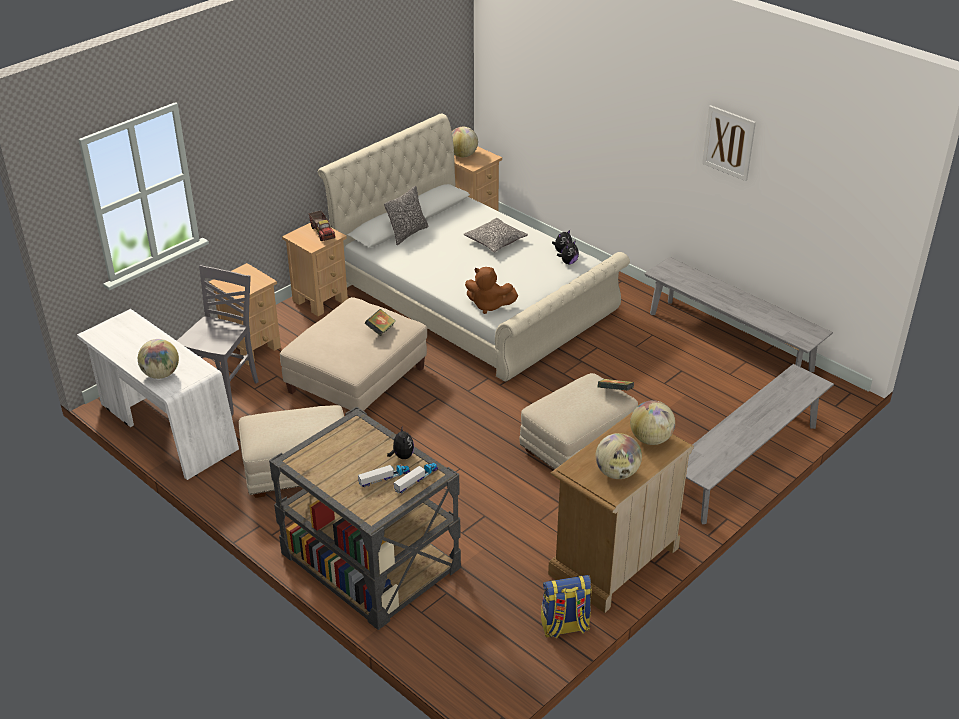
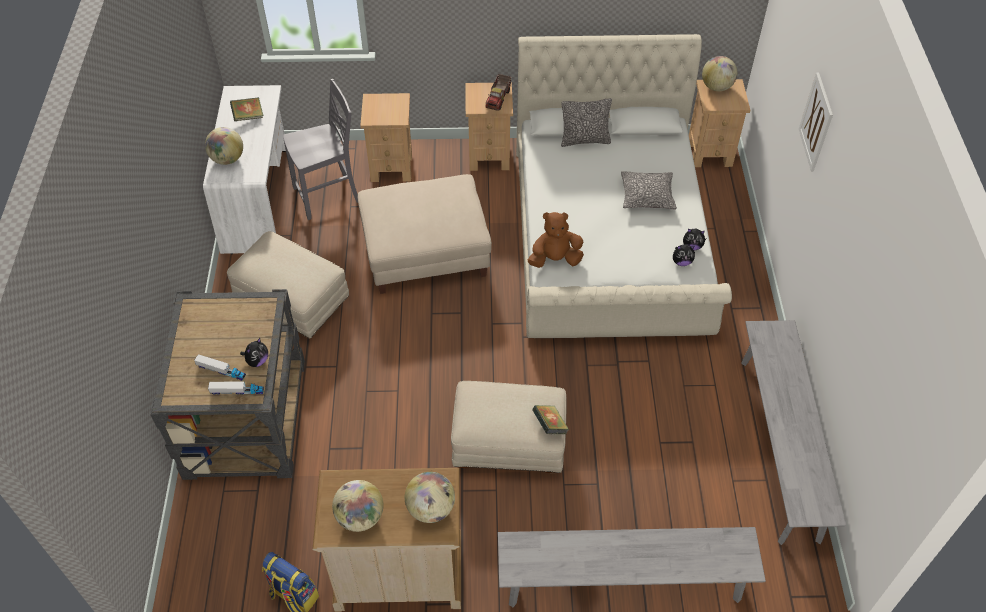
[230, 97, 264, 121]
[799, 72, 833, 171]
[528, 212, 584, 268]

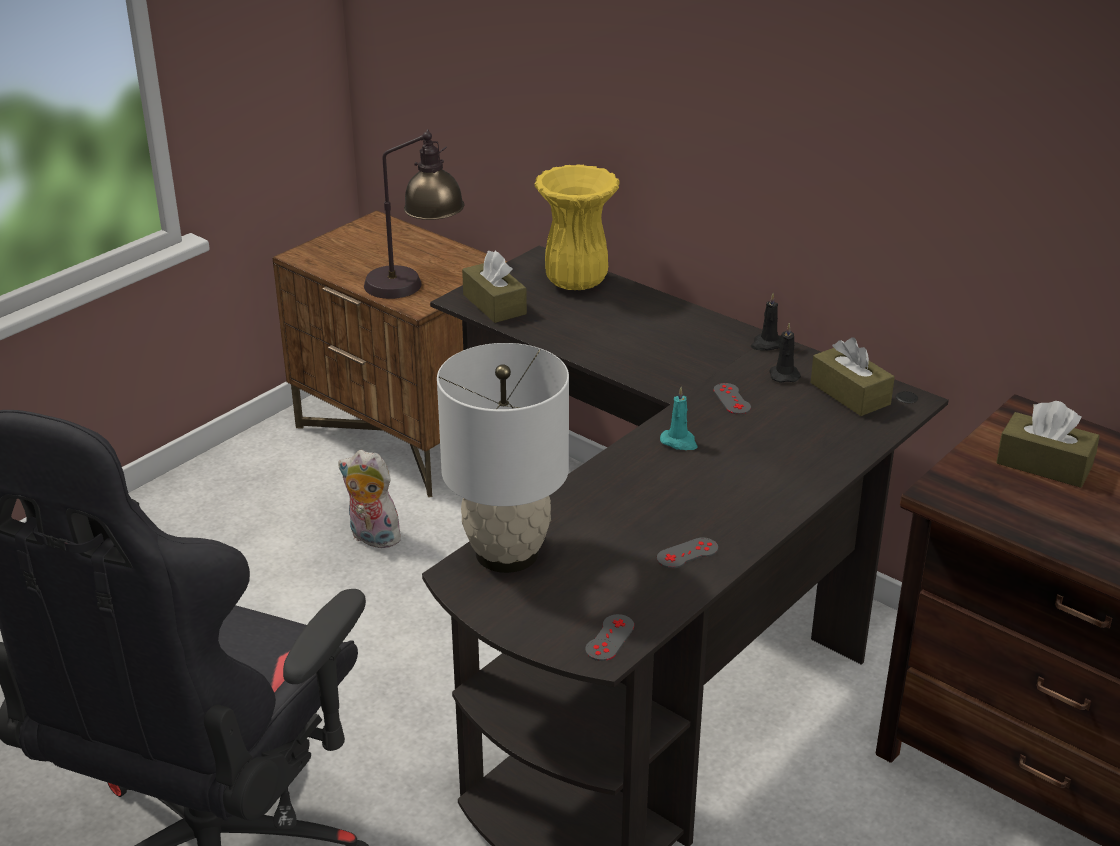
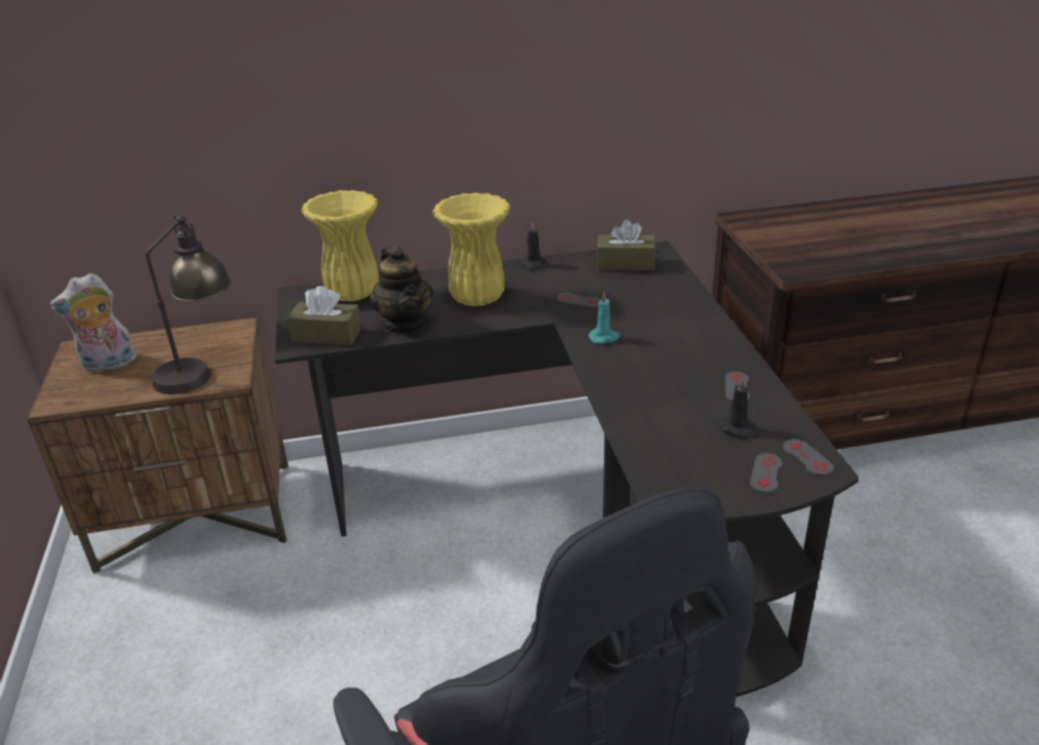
[437, 343, 569, 573] (first image)
[996, 401, 1100, 488] (first image)
[370, 246, 433, 333]
[433, 193, 510, 306]
[750, 453, 783, 493]
[49, 273, 137, 374]
[717, 377, 755, 437]

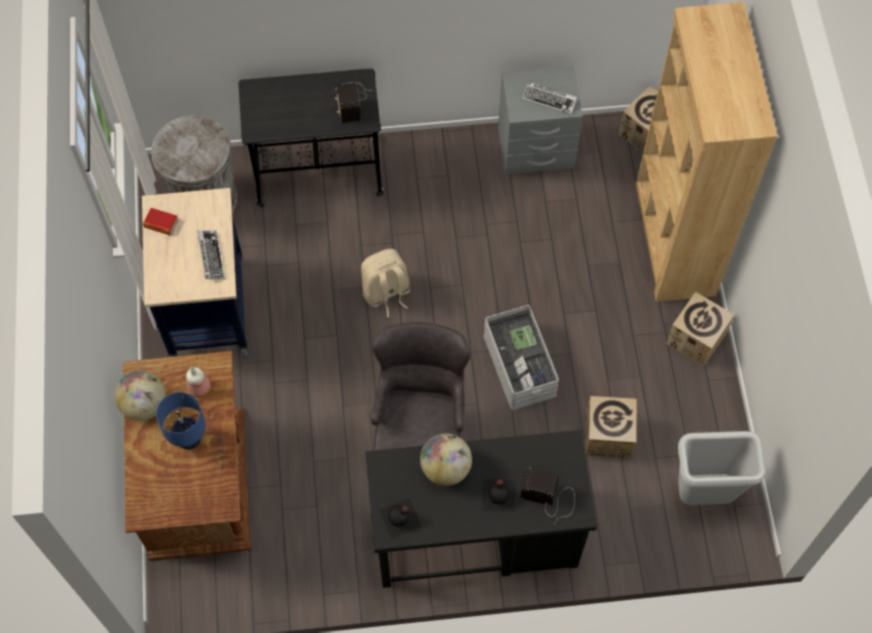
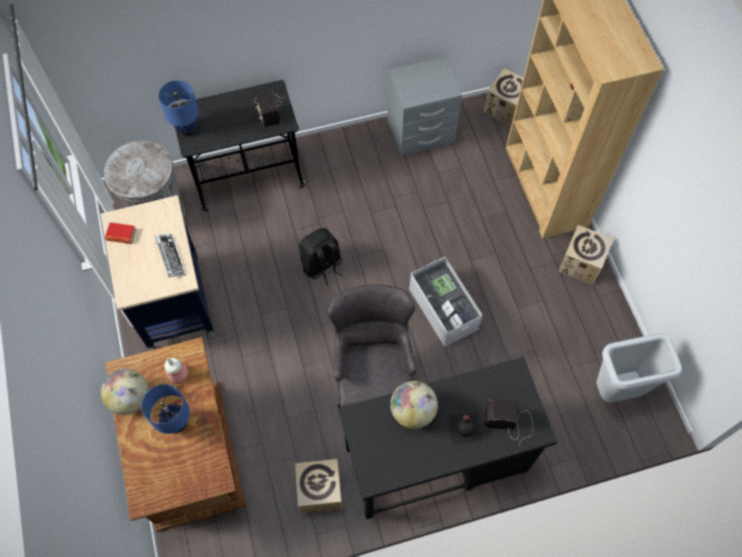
[379, 498, 422, 540] (first image)
[522, 82, 577, 115] (first image)
[158, 80, 199, 136]
[295, 459, 342, 514]
[299, 228, 343, 286]

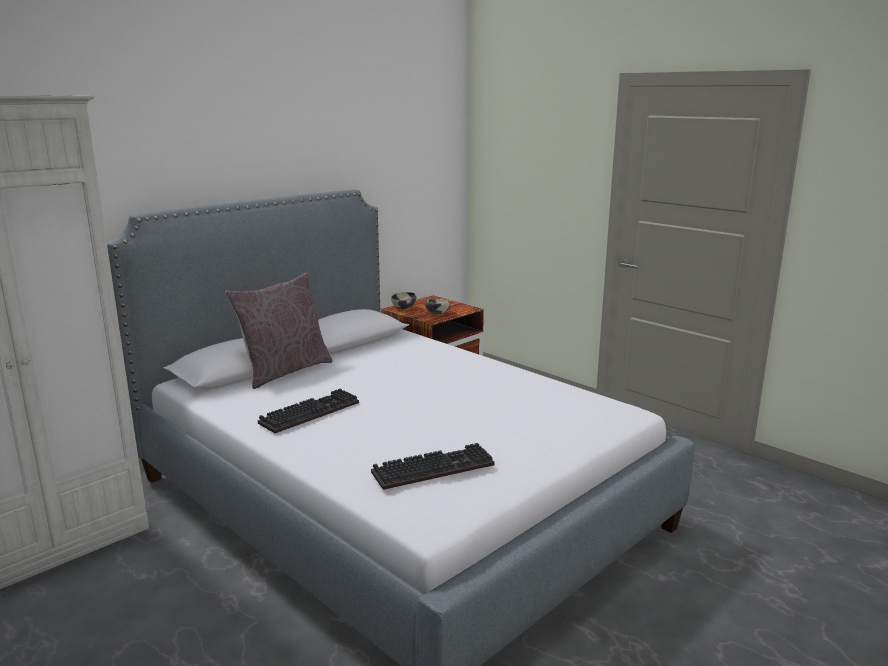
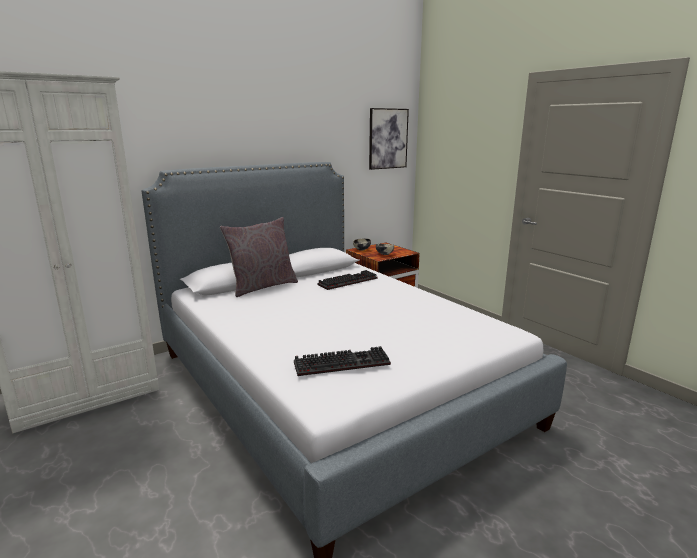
[369, 108, 409, 170]
[318, 270, 378, 290]

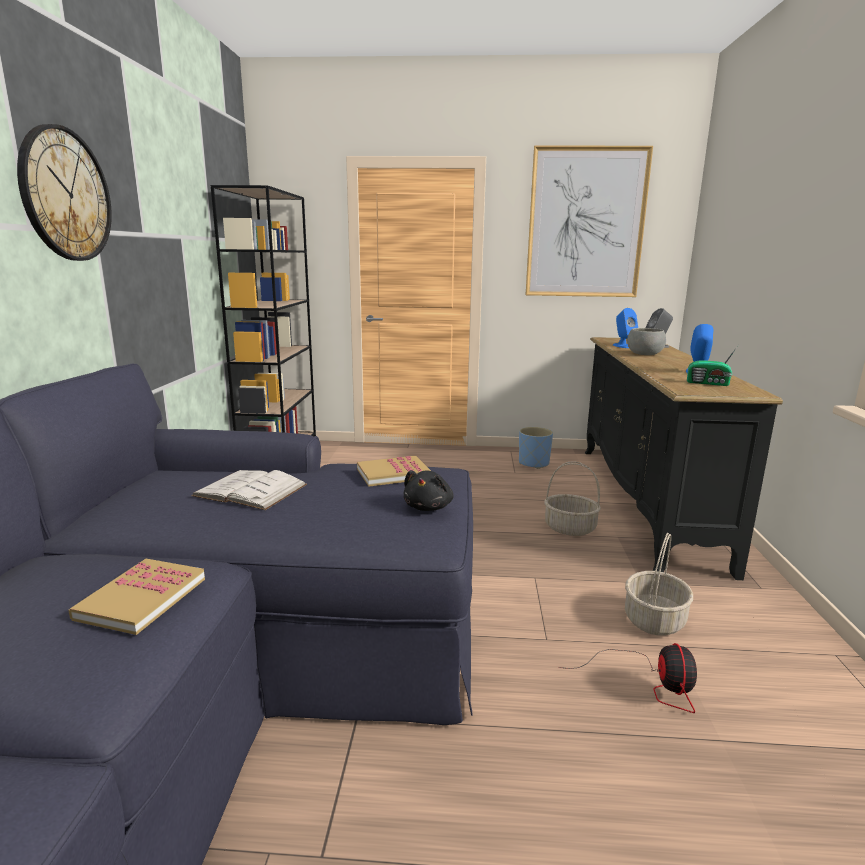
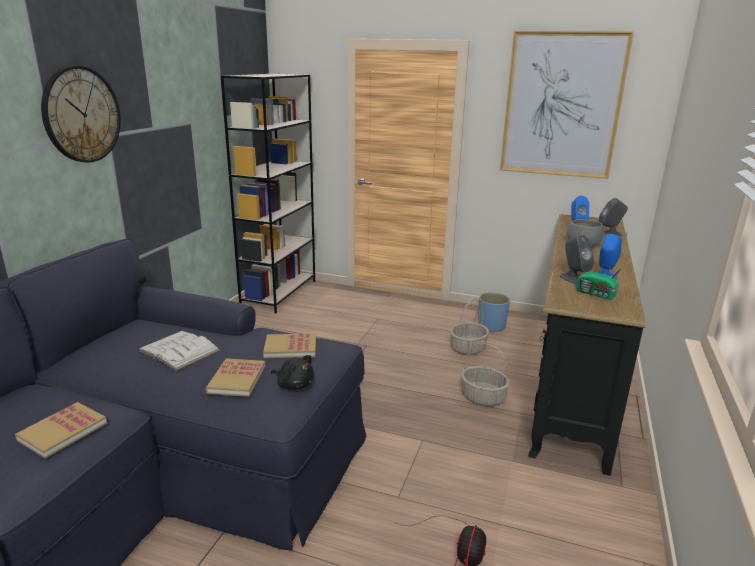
[206, 358, 265, 397]
[560, 235, 594, 284]
[450, 299, 489, 355]
[271, 355, 314, 390]

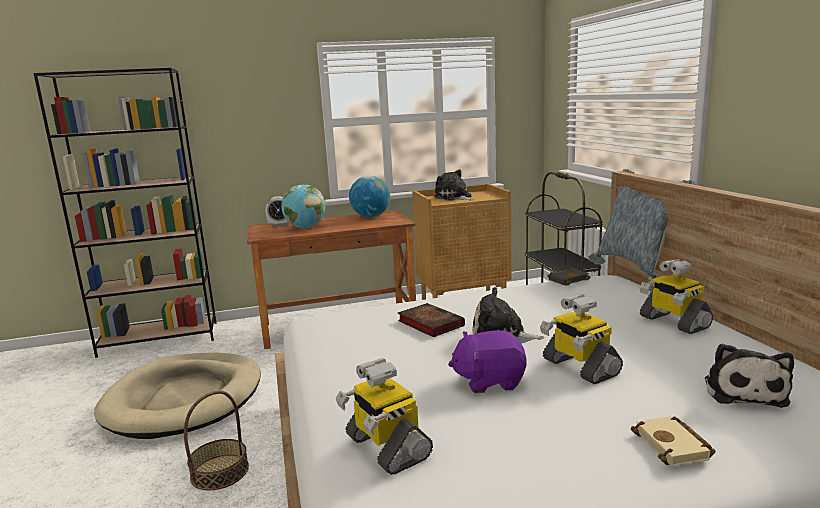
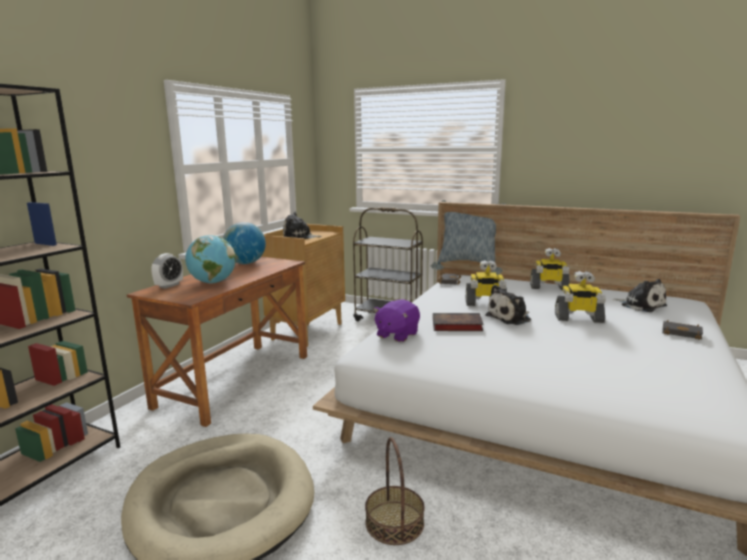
[466, 260, 507, 306]
[373, 299, 420, 342]
[662, 320, 703, 340]

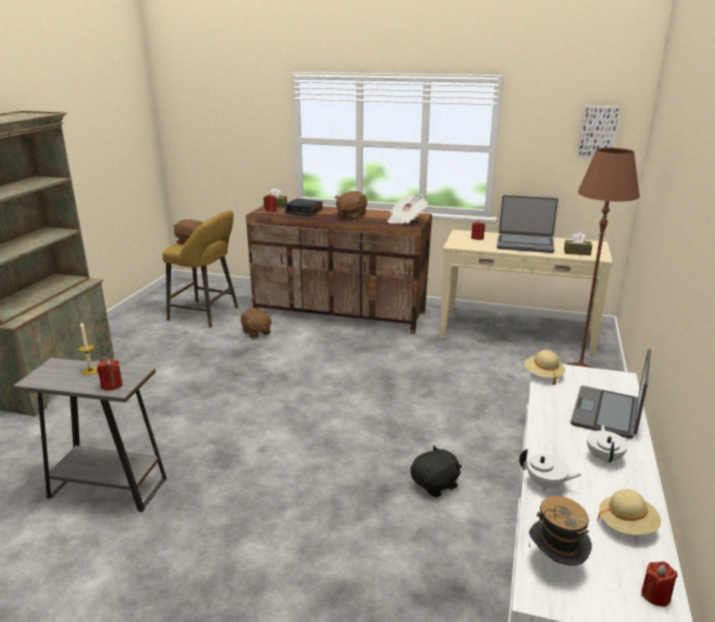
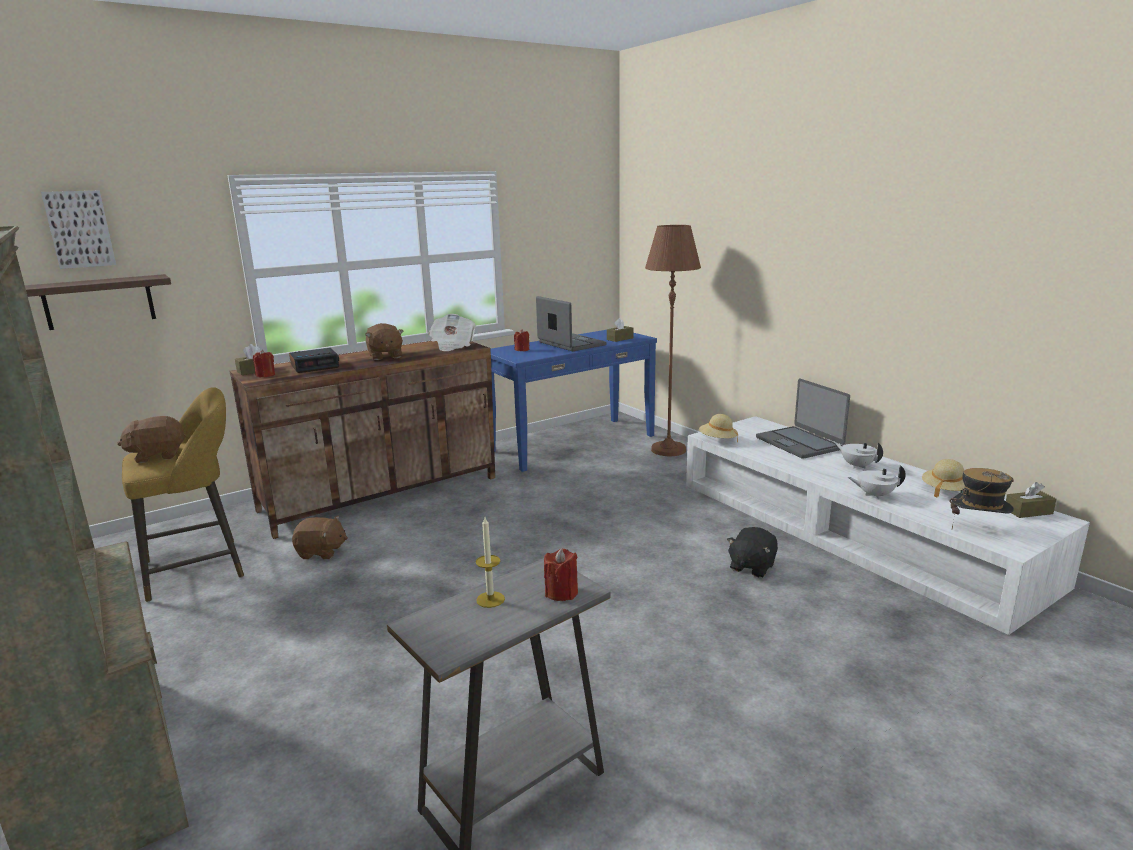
[25, 274, 171, 330]
[41, 191, 116, 269]
[1006, 482, 1056, 518]
[490, 330, 657, 472]
[727, 527, 778, 578]
[536, 296, 607, 351]
[848, 465, 906, 499]

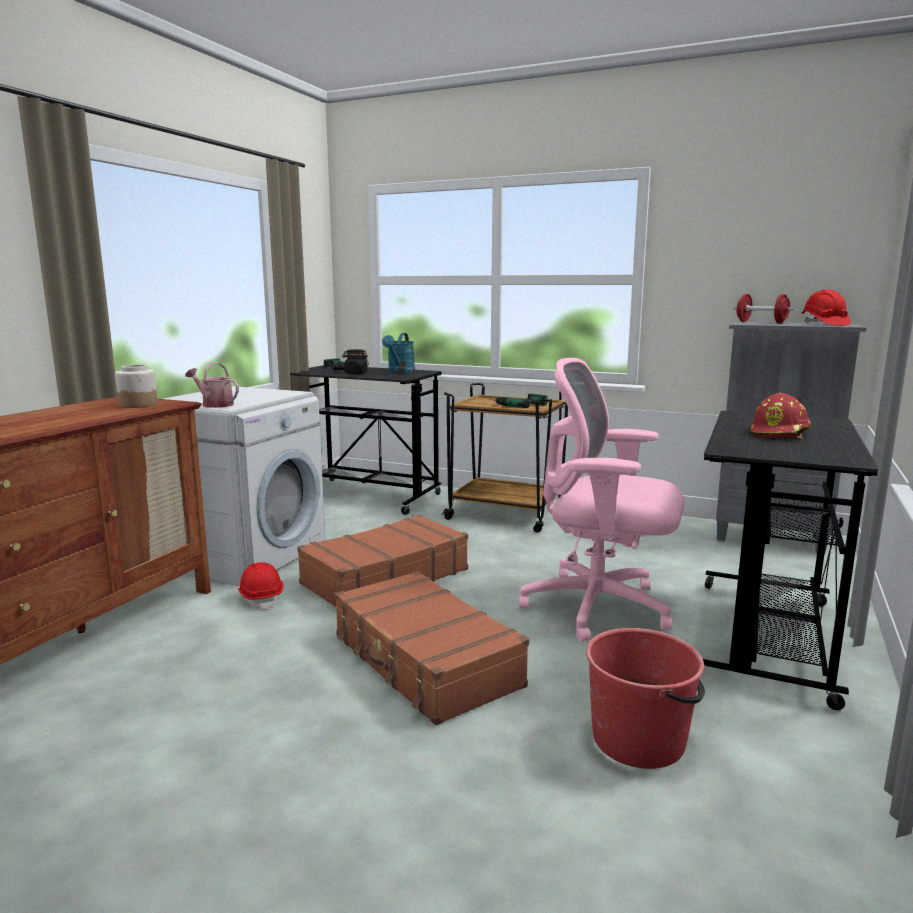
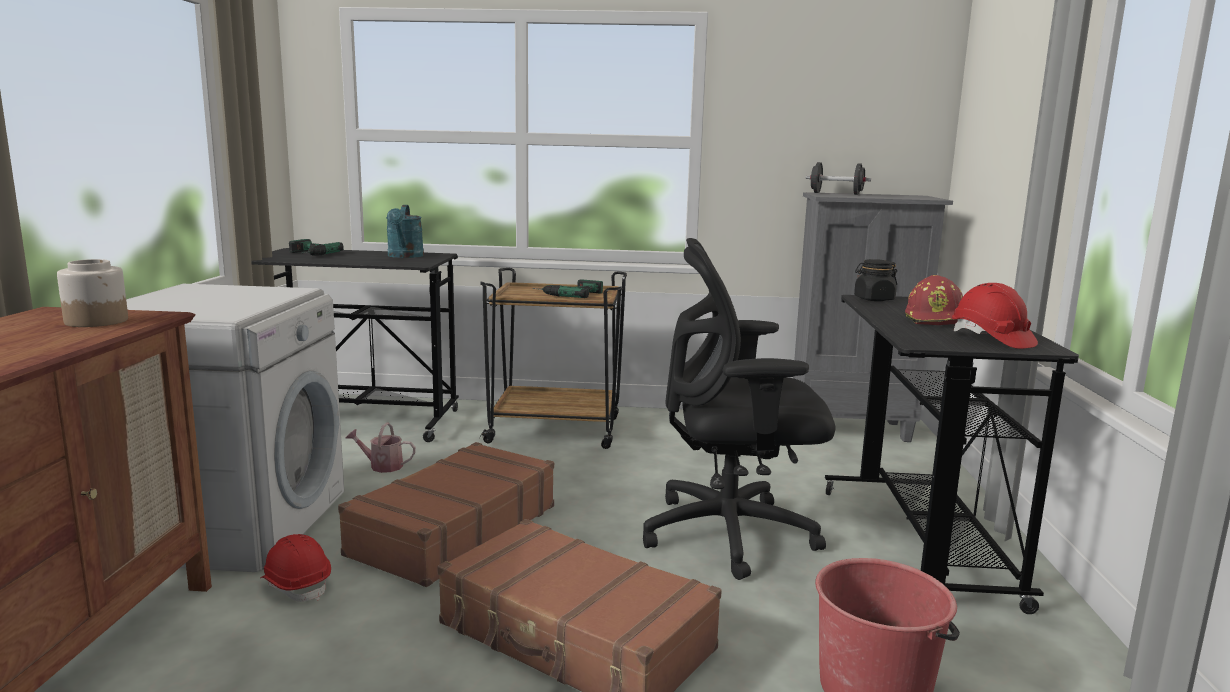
[346, 422, 416, 473]
[854, 259, 897, 301]
[952, 283, 1038, 349]
[643, 238, 836, 580]
[806, 162, 871, 195]

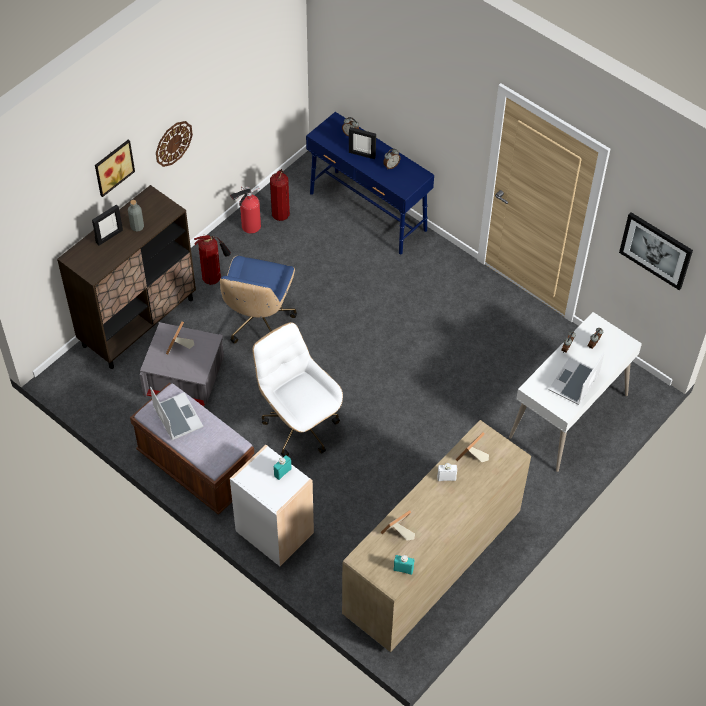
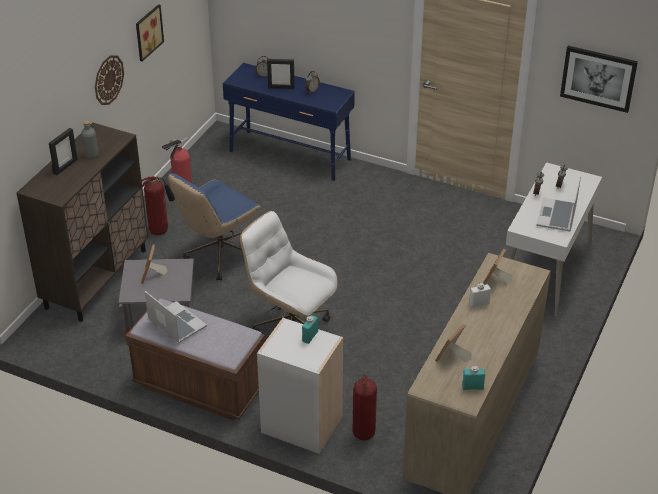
[136, 4, 164, 61]
[353, 374, 377, 441]
[168, 173, 261, 280]

